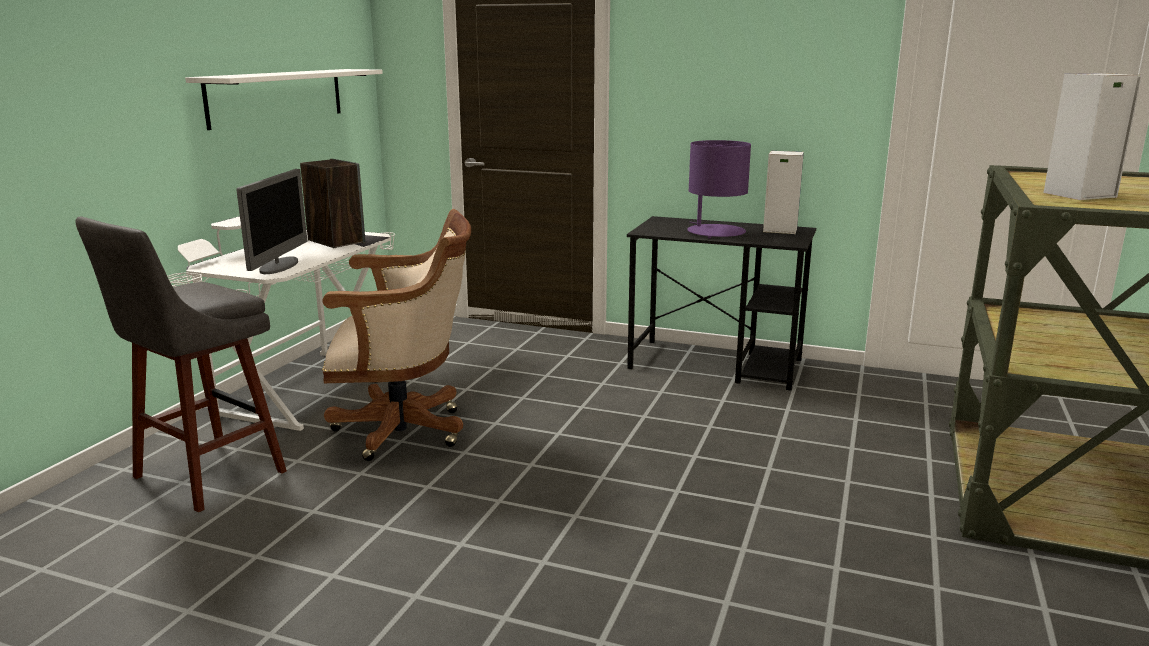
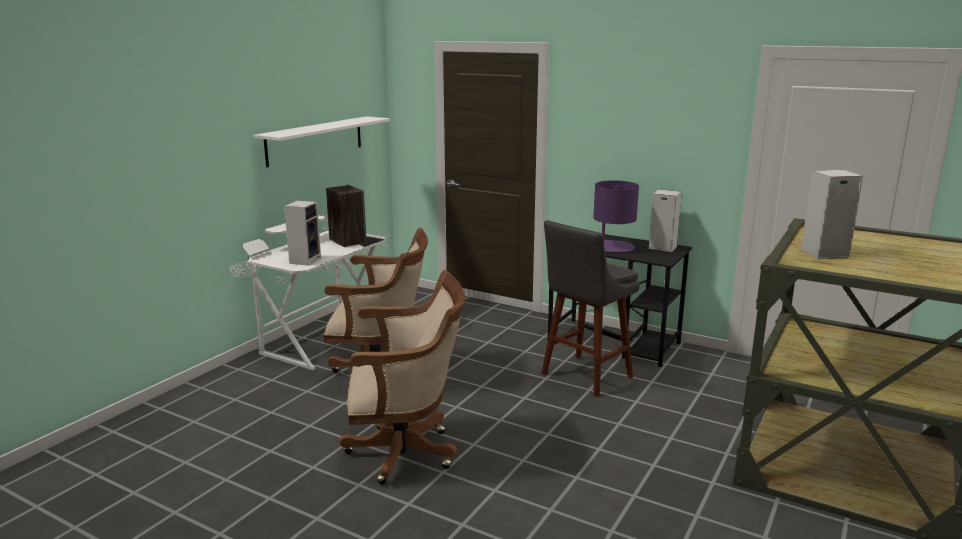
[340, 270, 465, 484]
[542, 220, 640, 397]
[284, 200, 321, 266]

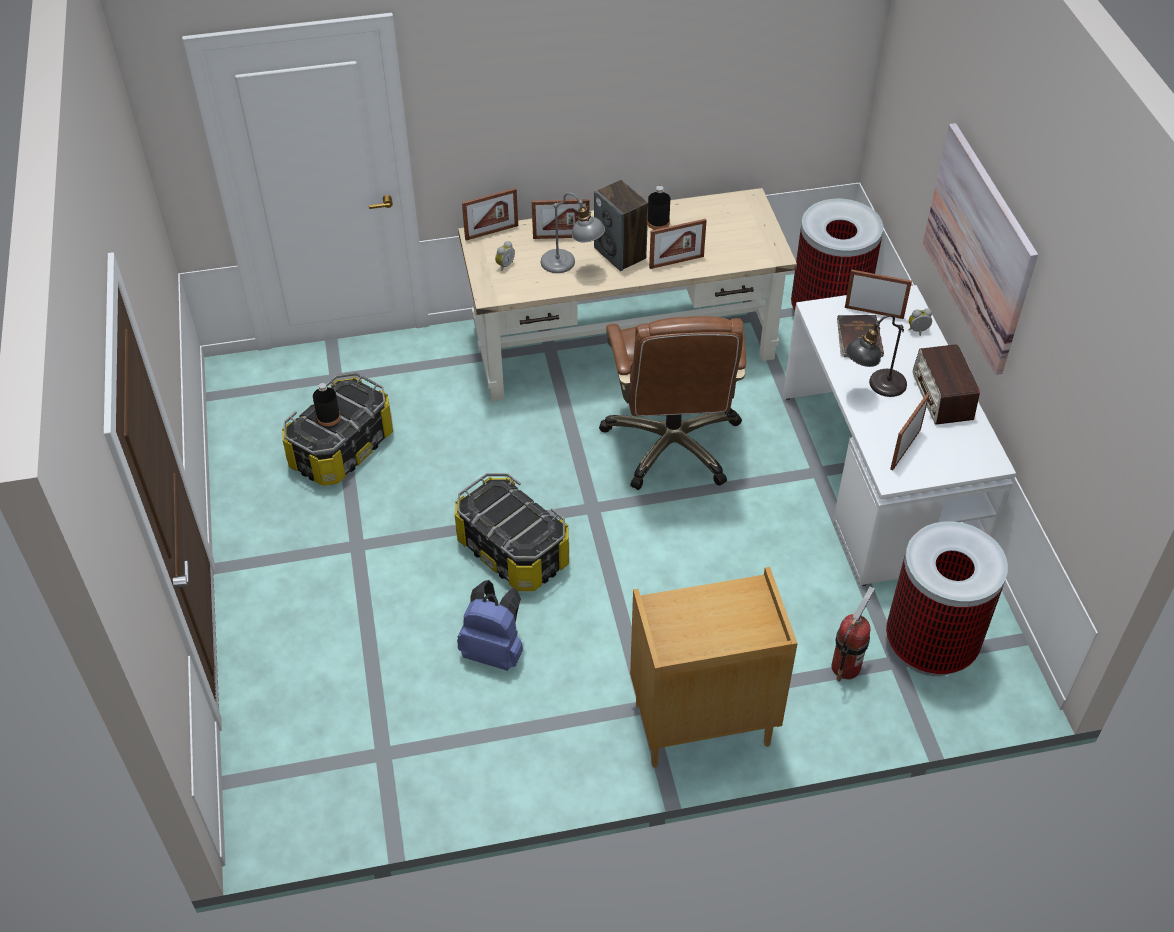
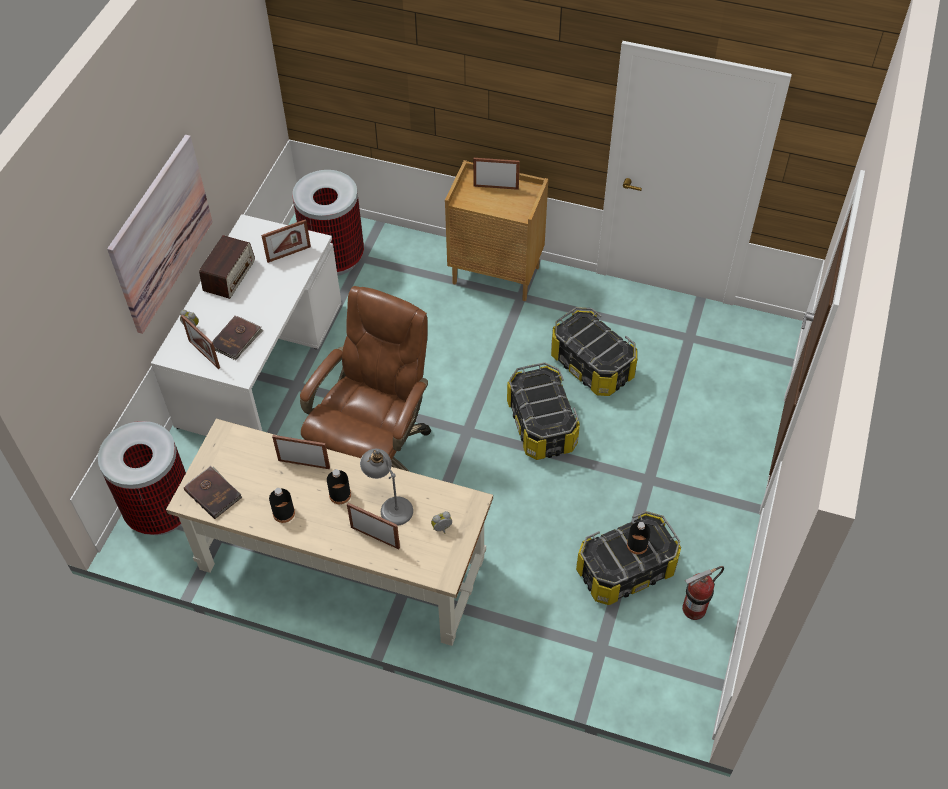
[846, 315, 907, 397] (first image)
[184, 466, 242, 519]
[473, 158, 520, 190]
[682, 566, 724, 620]
[551, 307, 637, 396]
[327, 469, 351, 504]

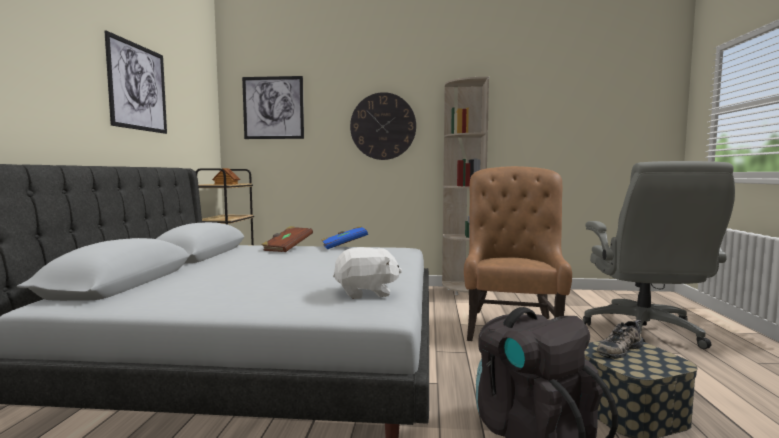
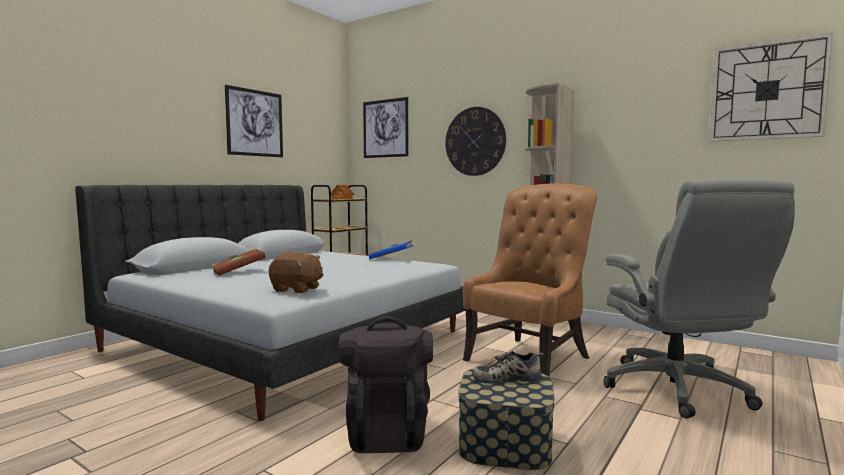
[710, 33, 833, 142]
[211, 248, 266, 276]
[269, 252, 324, 293]
[604, 178, 795, 419]

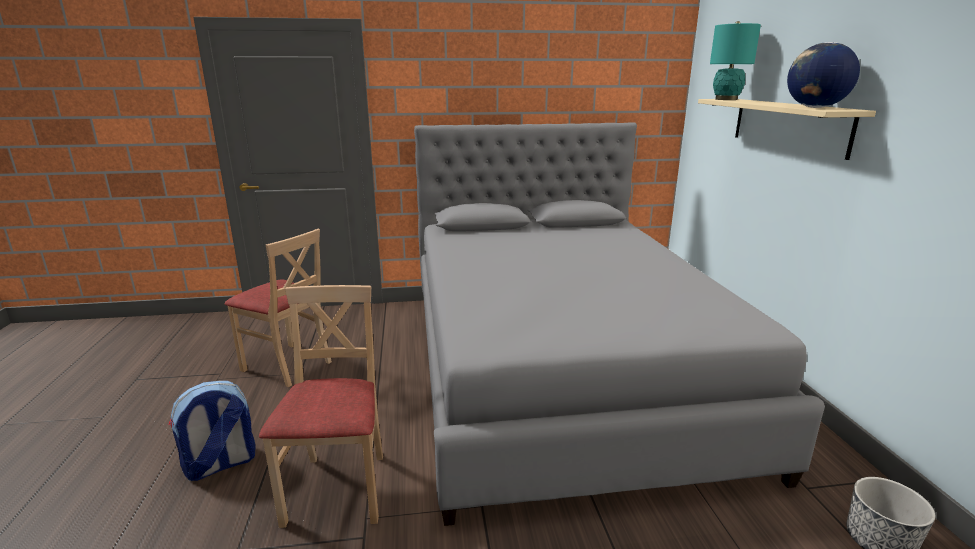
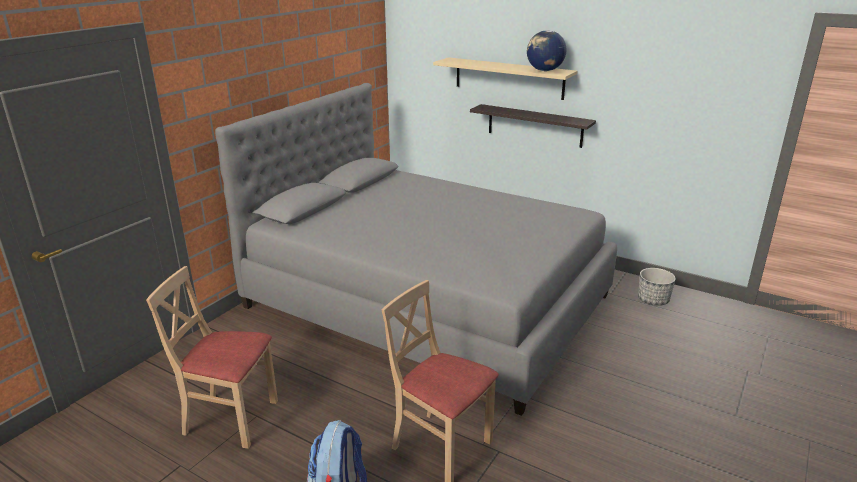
[710, 21, 761, 100] (first image)
[470, 104, 596, 148]
[146, 266, 278, 449]

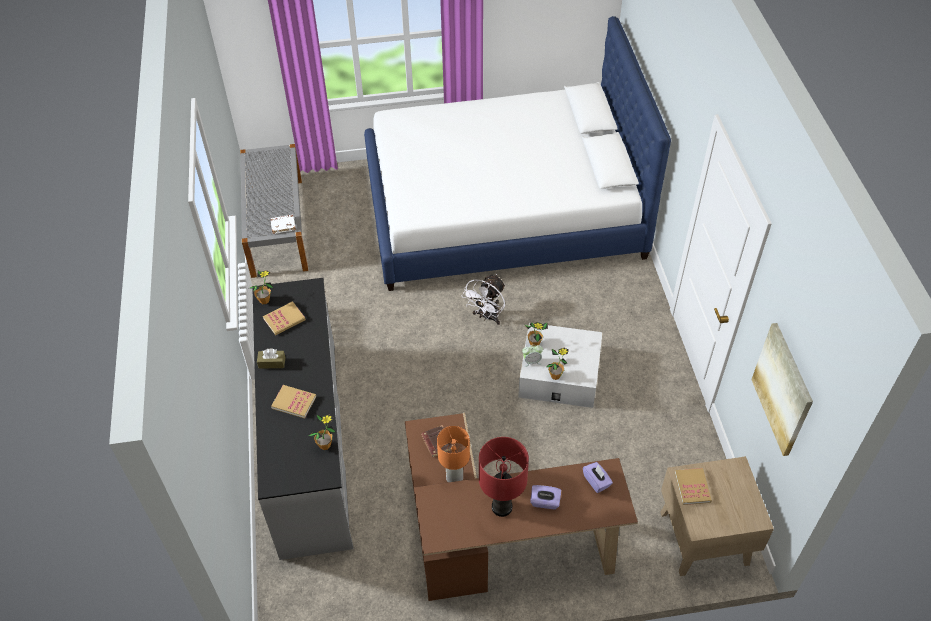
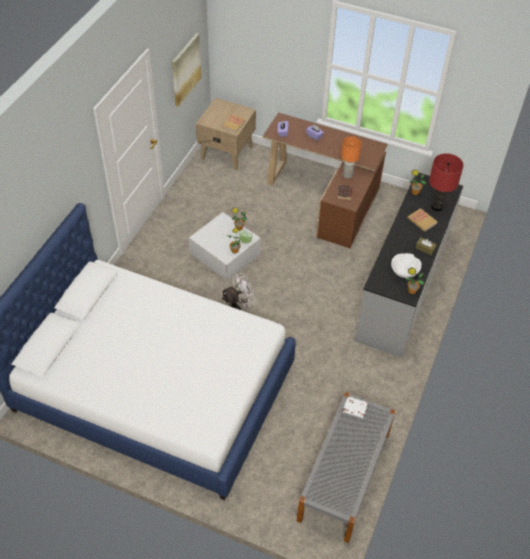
[429, 153, 464, 211]
[391, 253, 421, 278]

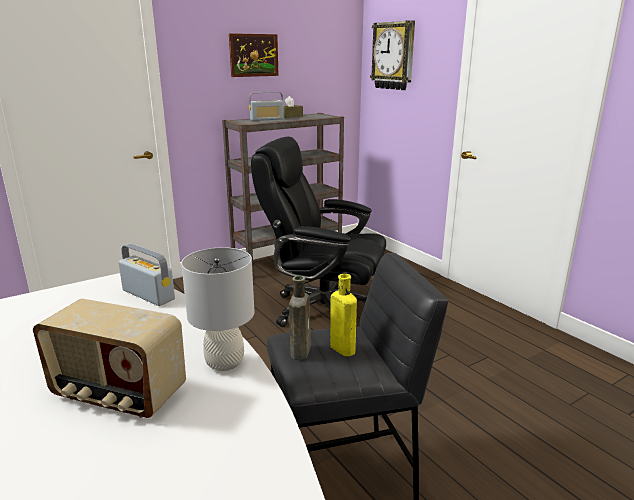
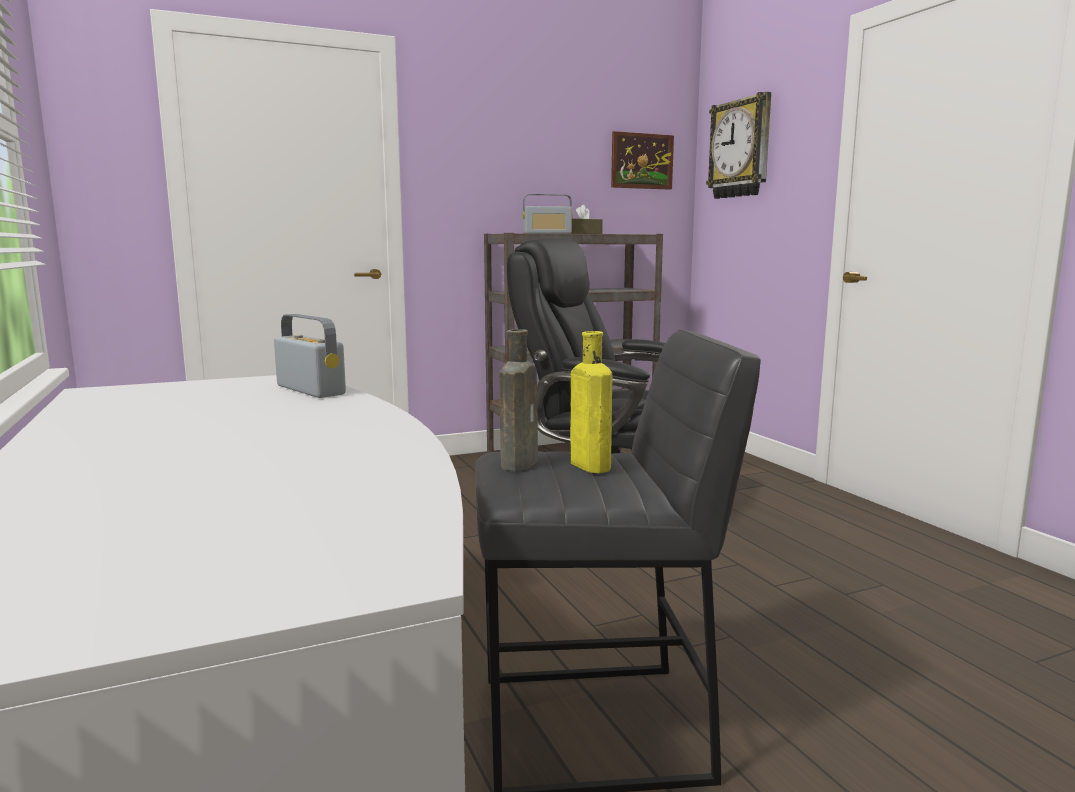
[33, 299, 186, 418] (first image)
[181, 247, 254, 371] (first image)
[611, 131, 674, 190]

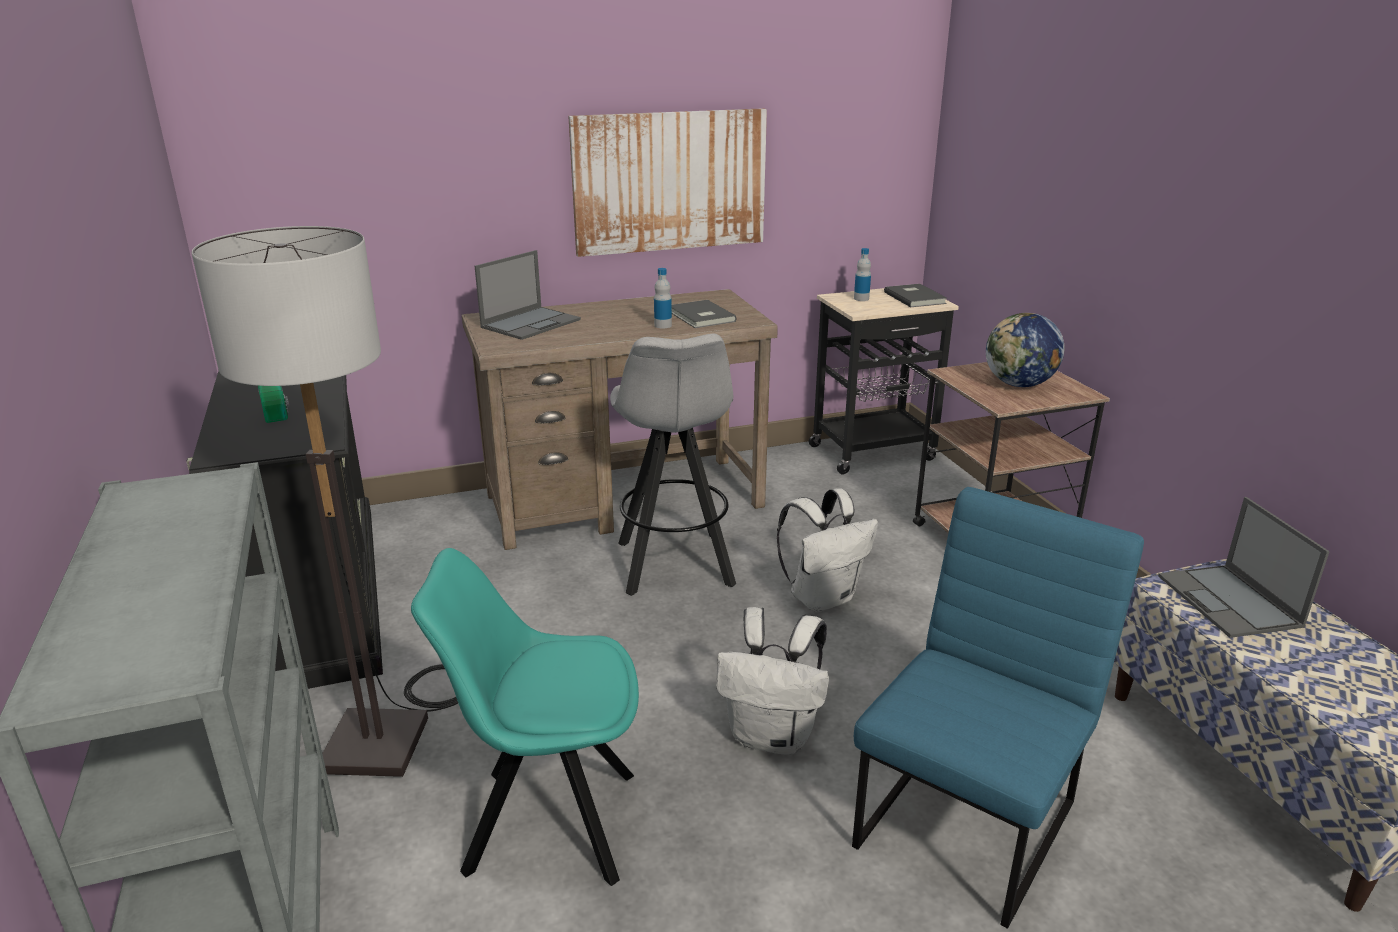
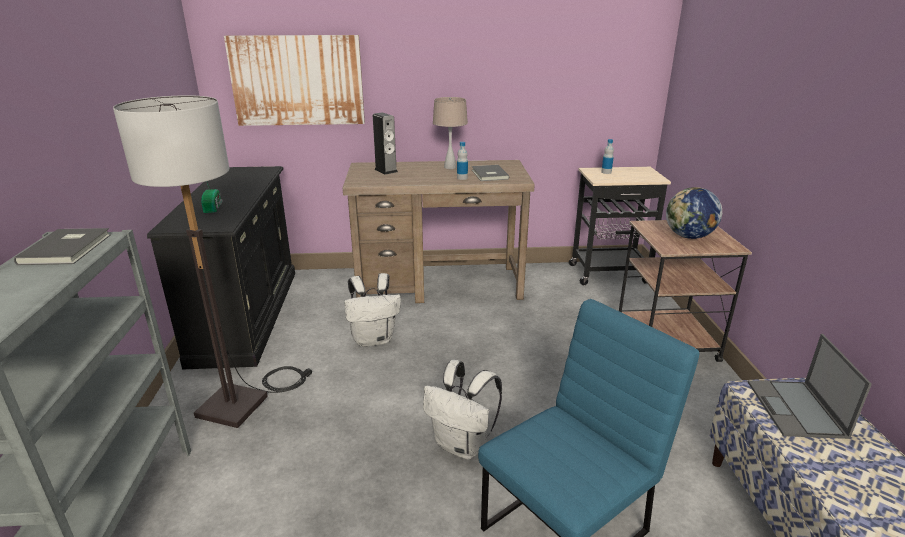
[411, 548, 639, 886] (first image)
[610, 334, 736, 596] (first image)
[433, 97, 468, 169]
[224, 35, 365, 126]
[344, 273, 401, 347]
[14, 228, 111, 265]
[373, 112, 398, 175]

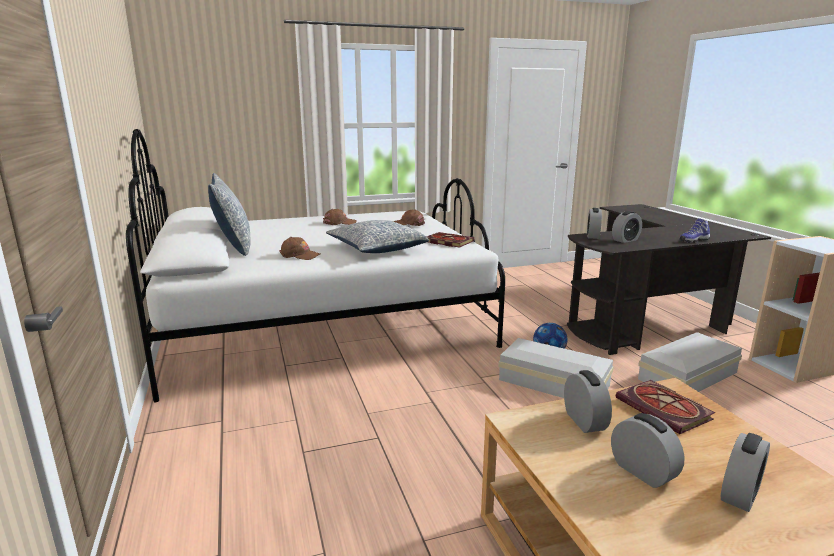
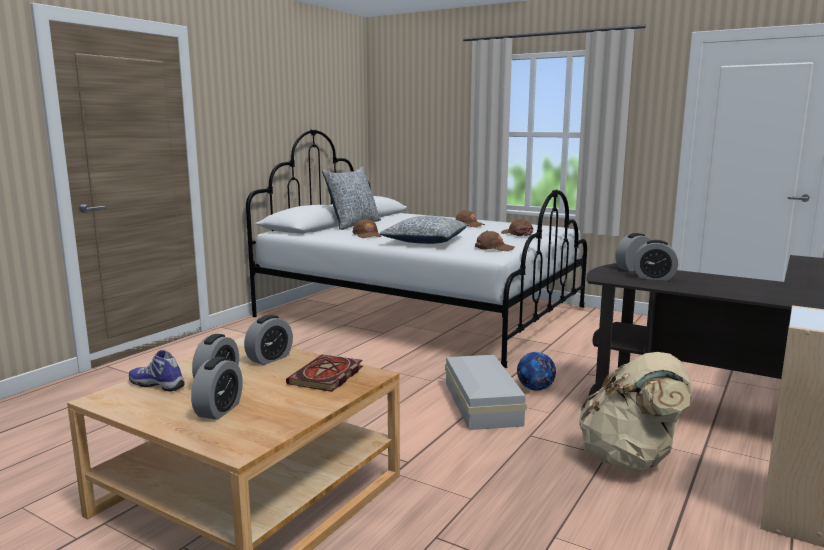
[129, 350, 185, 391]
[475, 231, 514, 251]
[579, 352, 693, 472]
[191, 357, 243, 420]

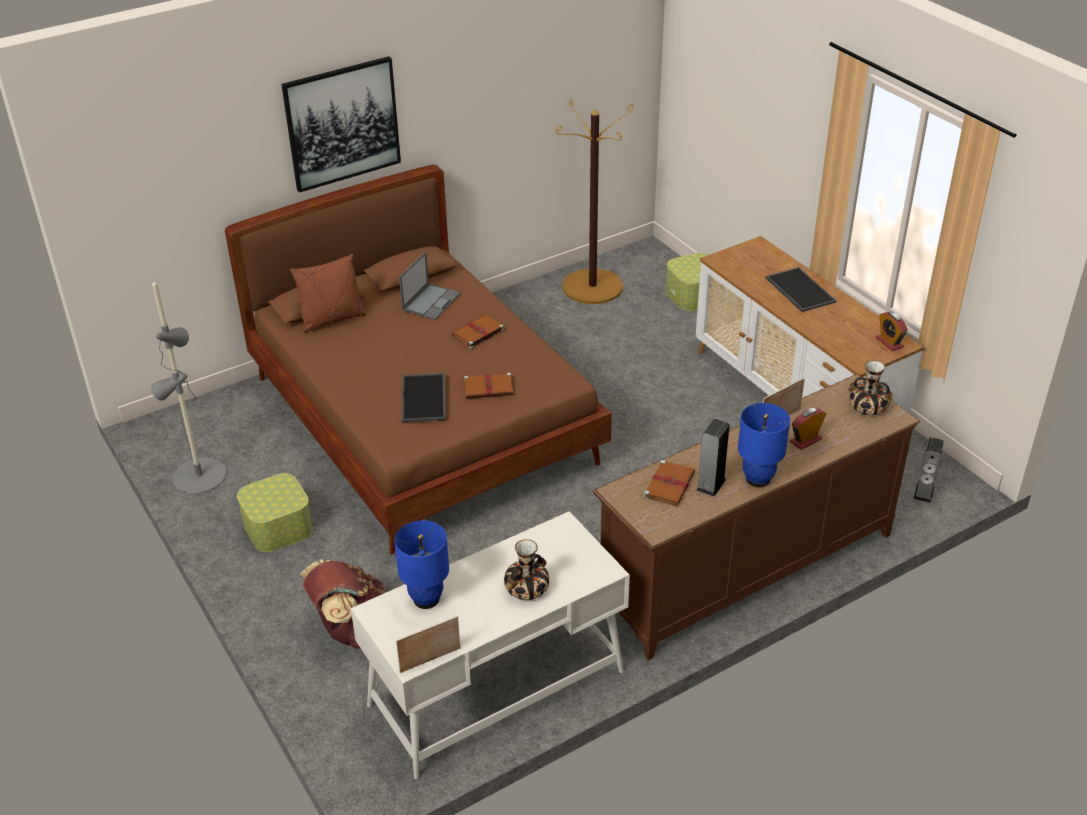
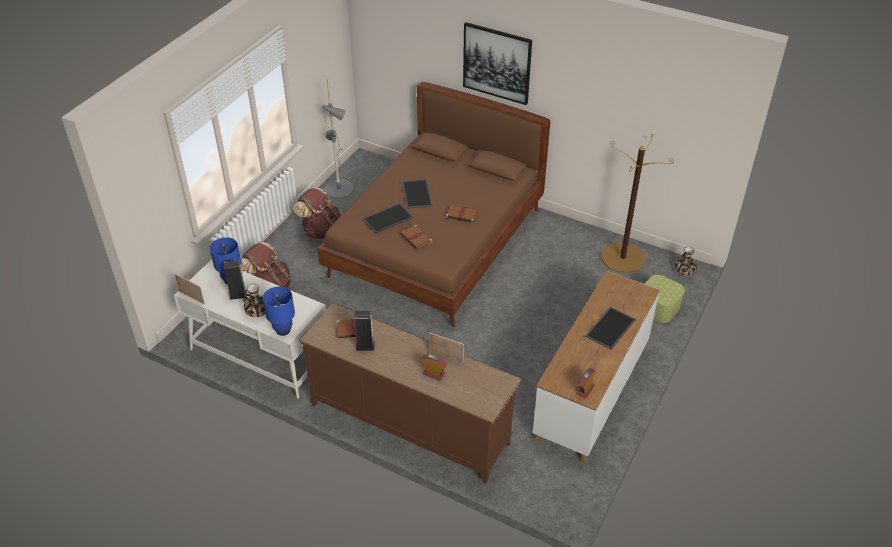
[290, 254, 366, 333] (first image)
[399, 251, 461, 320] (first image)
[402, 179, 432, 209]
[263, 286, 295, 336]
[675, 246, 697, 275]
[224, 260, 247, 300]
[293, 187, 341, 239]

